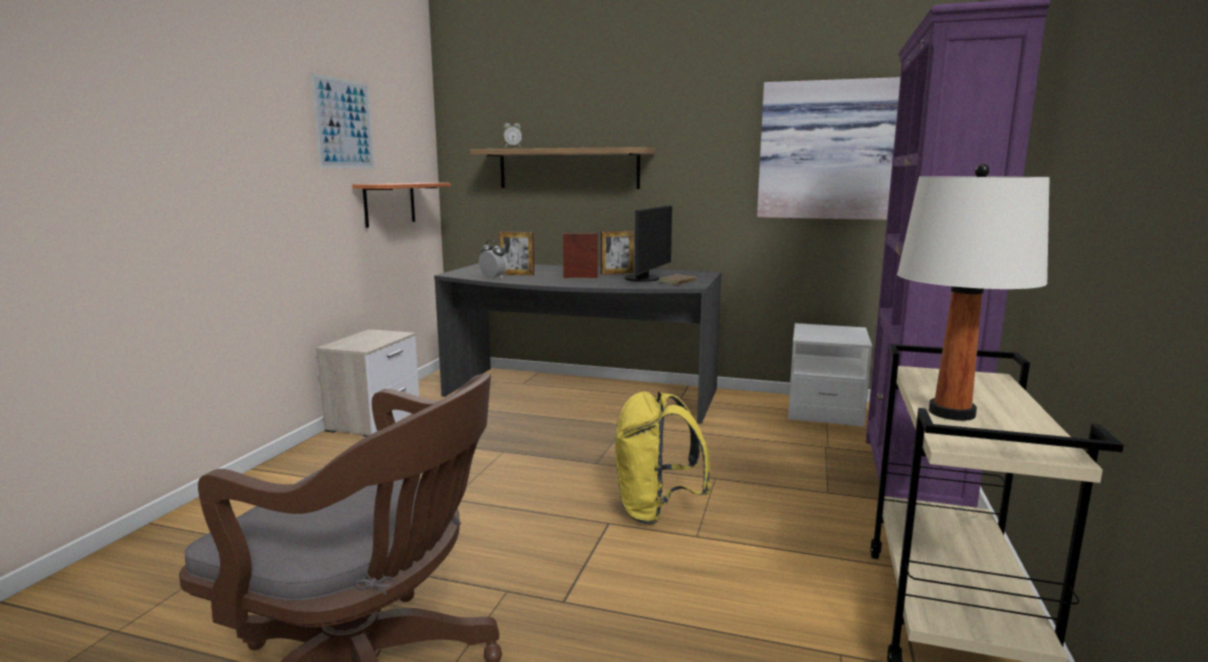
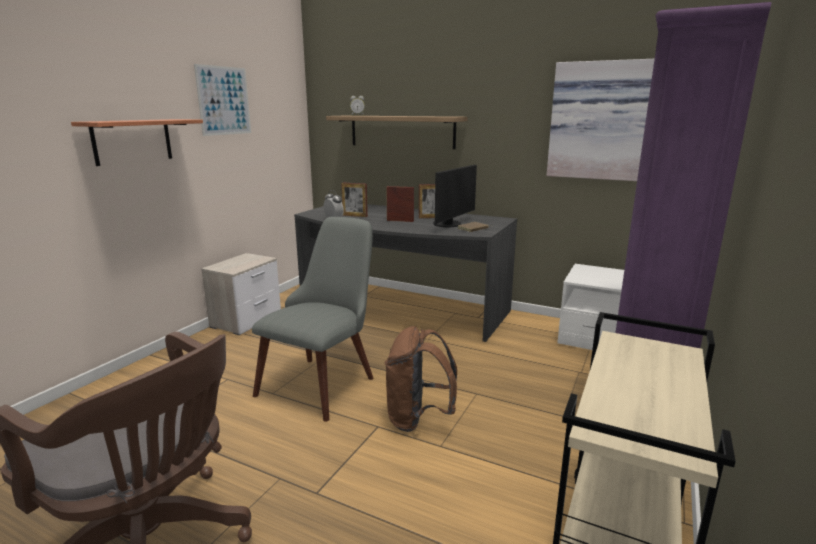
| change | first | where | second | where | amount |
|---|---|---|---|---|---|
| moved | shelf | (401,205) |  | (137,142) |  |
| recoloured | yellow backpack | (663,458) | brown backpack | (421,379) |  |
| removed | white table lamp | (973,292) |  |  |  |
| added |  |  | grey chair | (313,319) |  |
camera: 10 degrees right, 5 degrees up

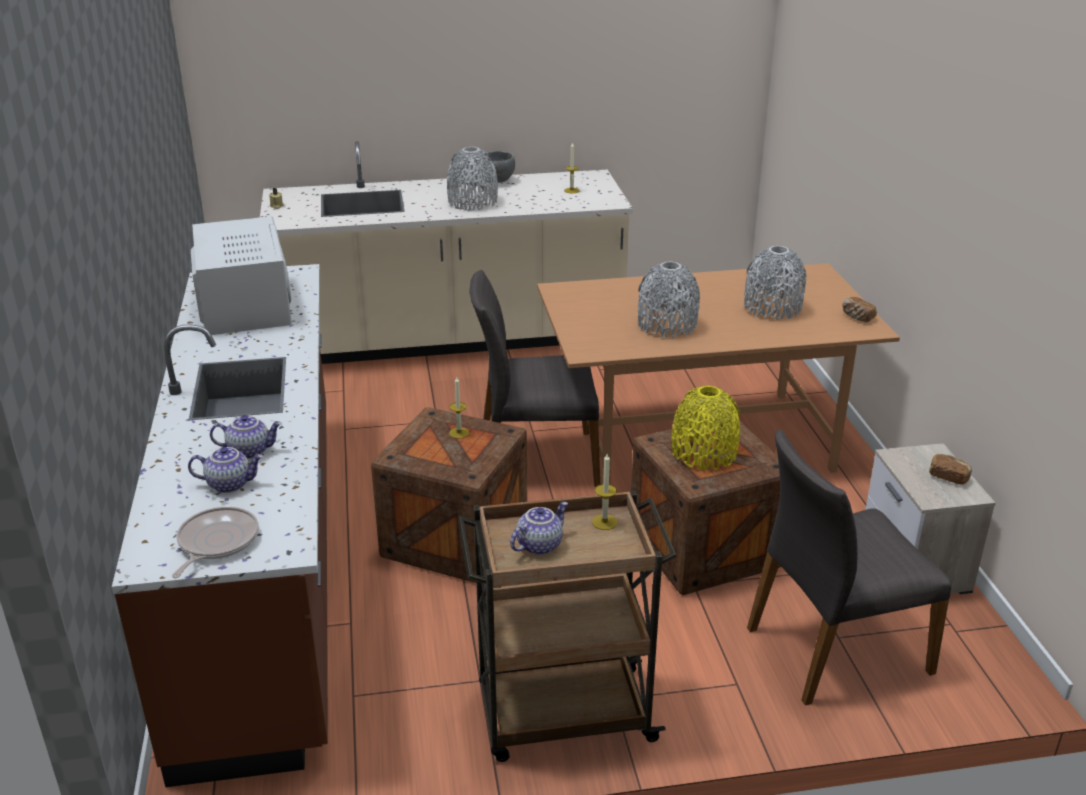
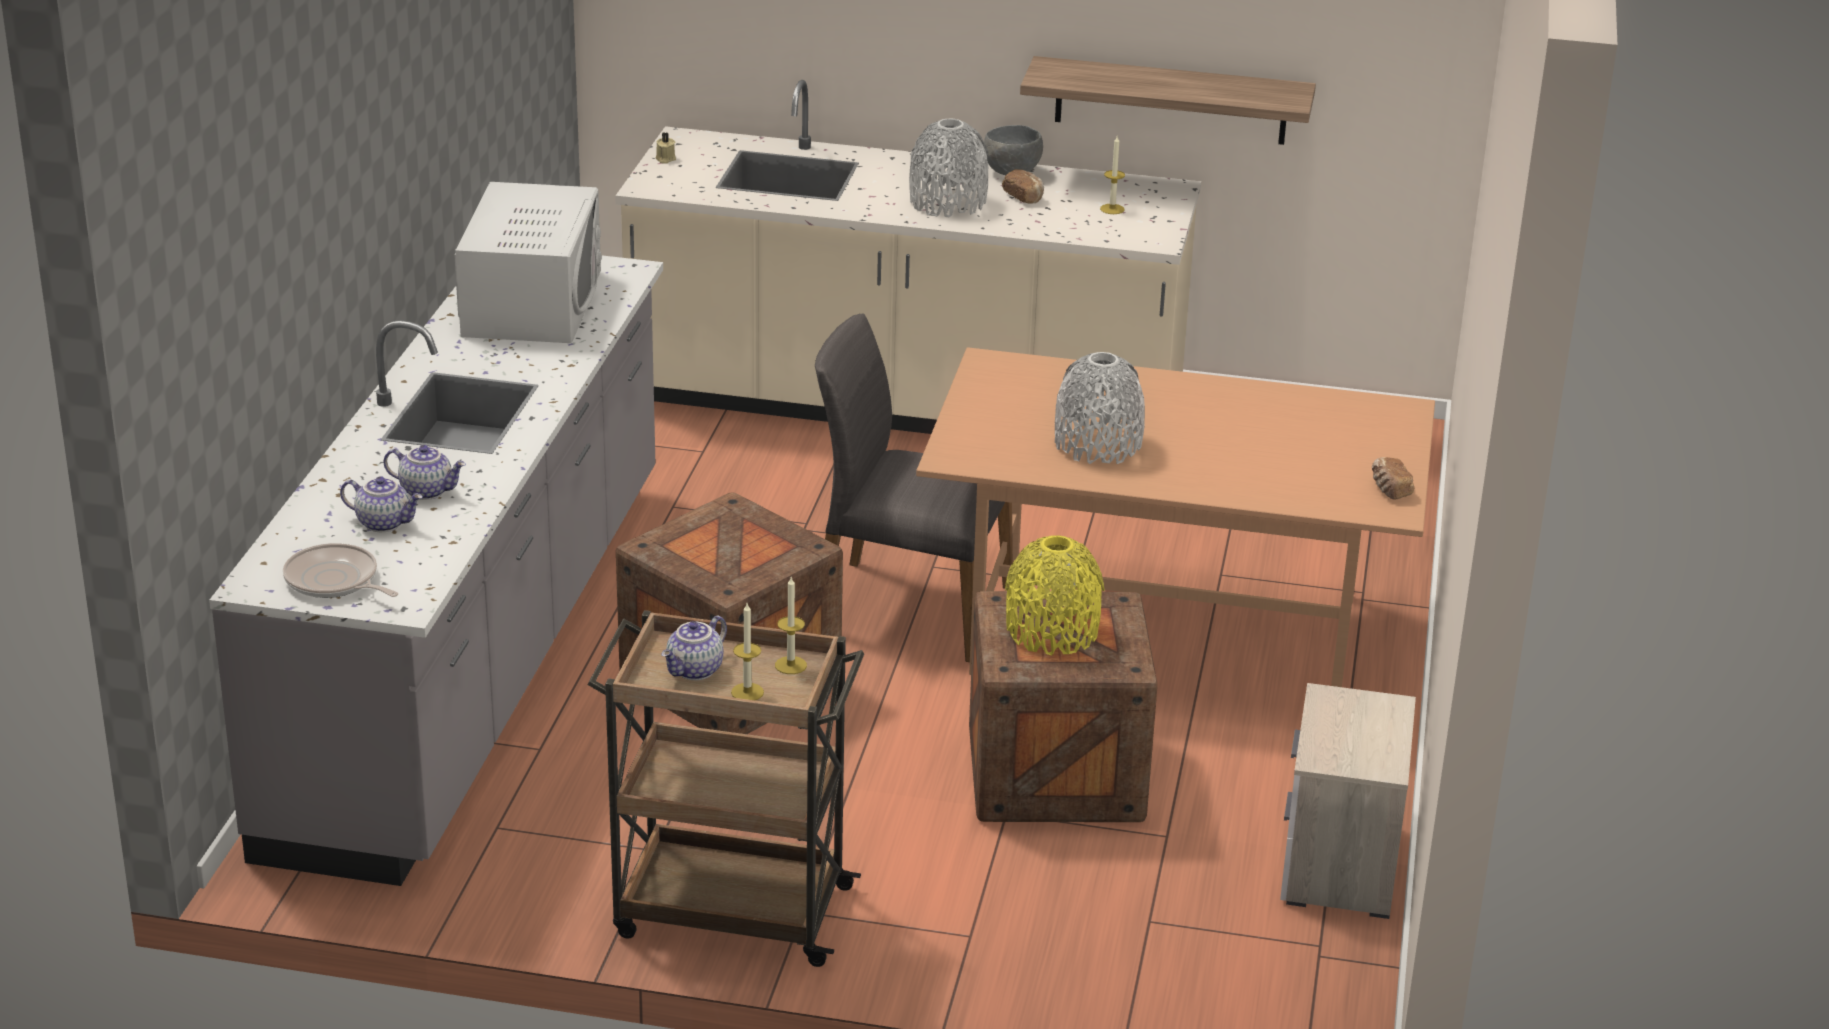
| change | first | where | second | where | amount |
|---|---|---|---|---|---|
| recoloured | brown counter | (220,525) | grey counter | (436,570) |  |
| turned | frying pan | (215,542) |  | (340,570) | 90 degrees counterclockwise |
| moved | candle | (459,408) |  | (747,651) |  |
| turned | teapot | (539,528) |  | (694,647) | 150 degrees clockwise |
| removed | grey vase | (775,283) |  |  |  |
| removed | grey chair | (849,567) |  |  |  |
| moved | bread | (950,469) |  | (1023,186) |  |
| added |  |  | shelf | (1168,100) |  |
camera: 20 degrees right, 0 degrees up

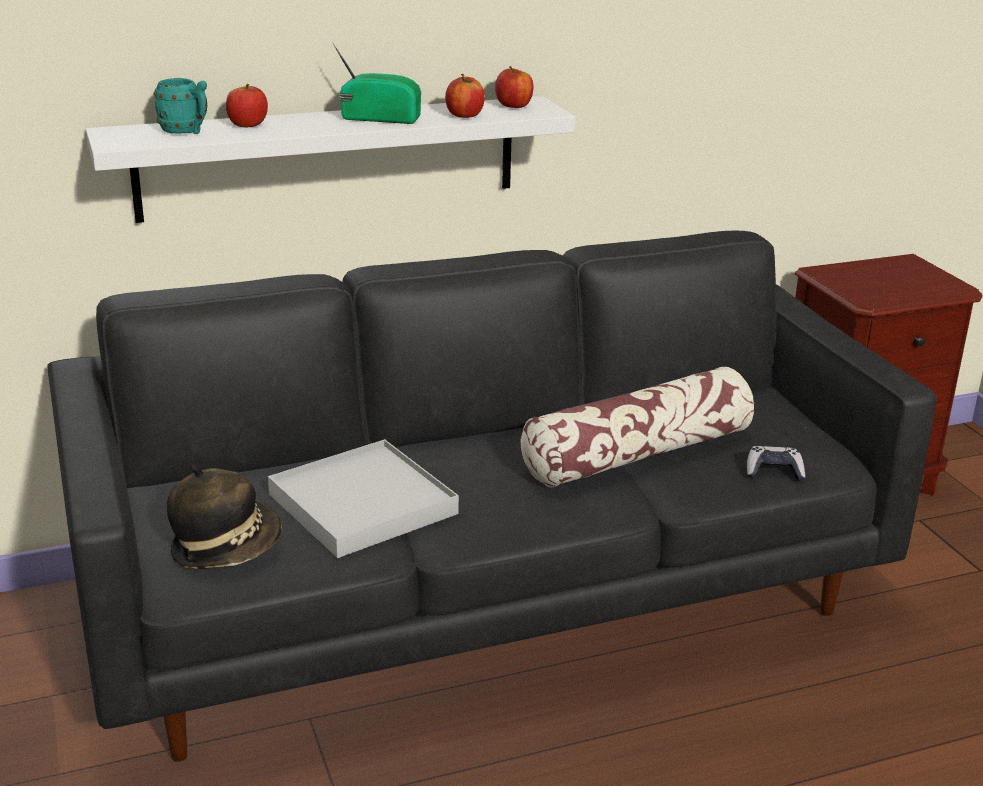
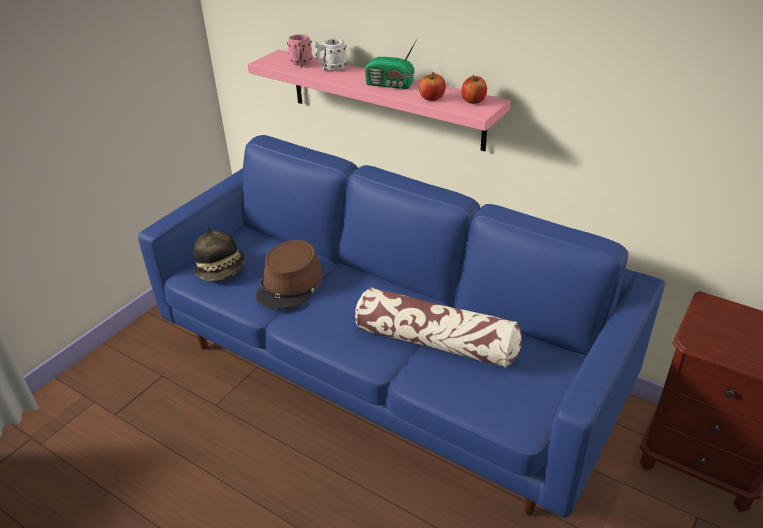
| change | first | where | second | where | amount |
|---|---|---|---|---|---|
| recoloured | black sofa | (492,496) | blue sofa | (401,326) |  |
| recoloured | white shelf | (330,159) | pink shelf | (379,101) |  |
| recoloured | turquoise mug | (180,106) | pink mug | (300,50) |  |
| replaced | apple | (247,105) | white mug | (330,55) |  |
| replaced | white tray | (363,498) | brown hat | (289,274) |  |
| turned | radio | (376,83) |  | (391,64) | 135 degrees clockwise |
| removed | game controller | (775,463) |  |  |  |
camera: 55 degrees right, 10 degrees up

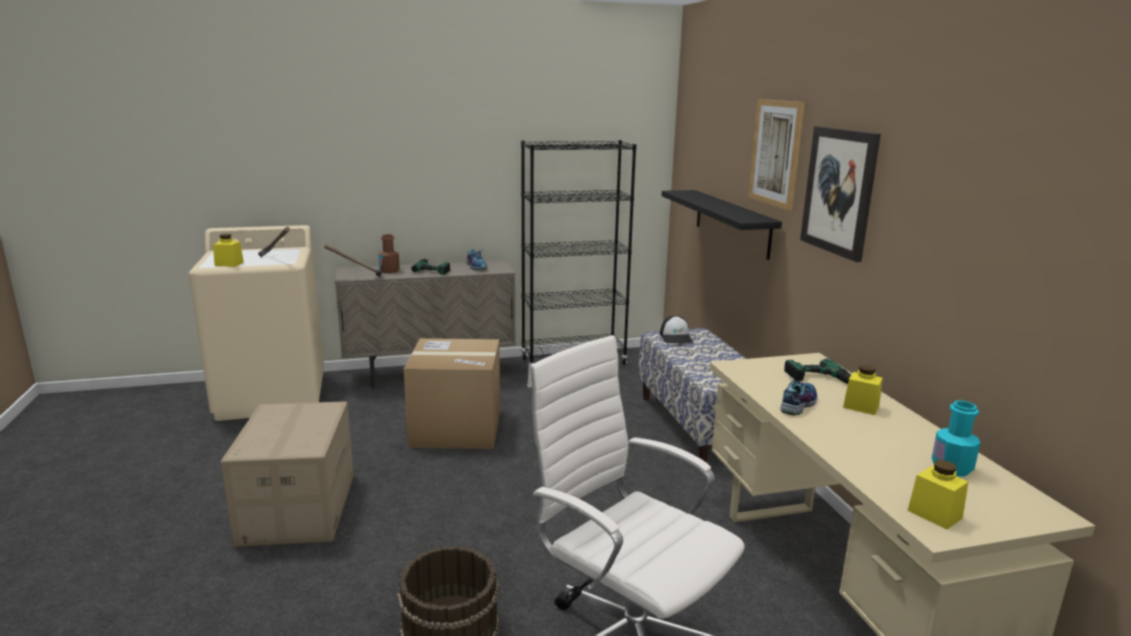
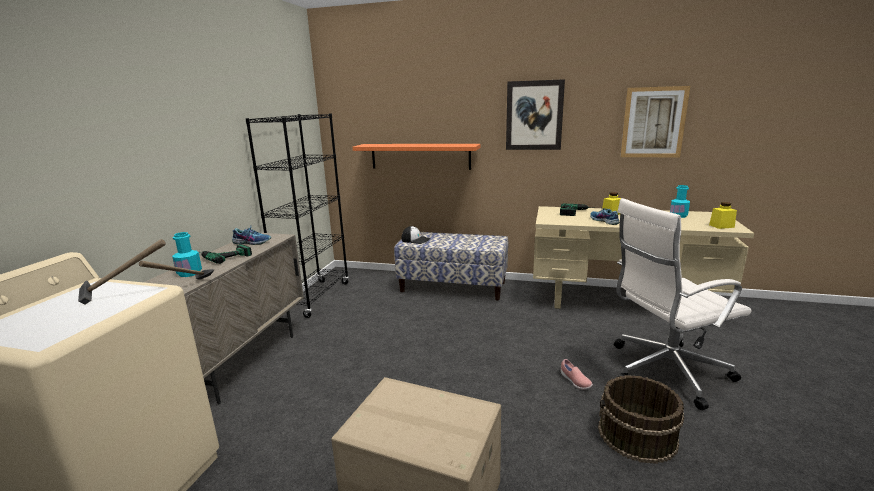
| change | first | where | second | where | amount |
|---|---|---|---|---|---|
| removed | yellow jar | (228,250) |  |  |  |
| recoloured | brown bottle | (389,253) | turquoise bottle | (187,254) |  |
| removed | cardboard box | (452,393) |  |  |  |
| recoloured | black shelf | (722,225) | orange shelf | (417,157) |  |
| moved | picture | (776,155) |  | (655,121) |  |
| added |  |  | pink shoe | (577,374) |  |
camera: 60 degrees left, 0 degrees up

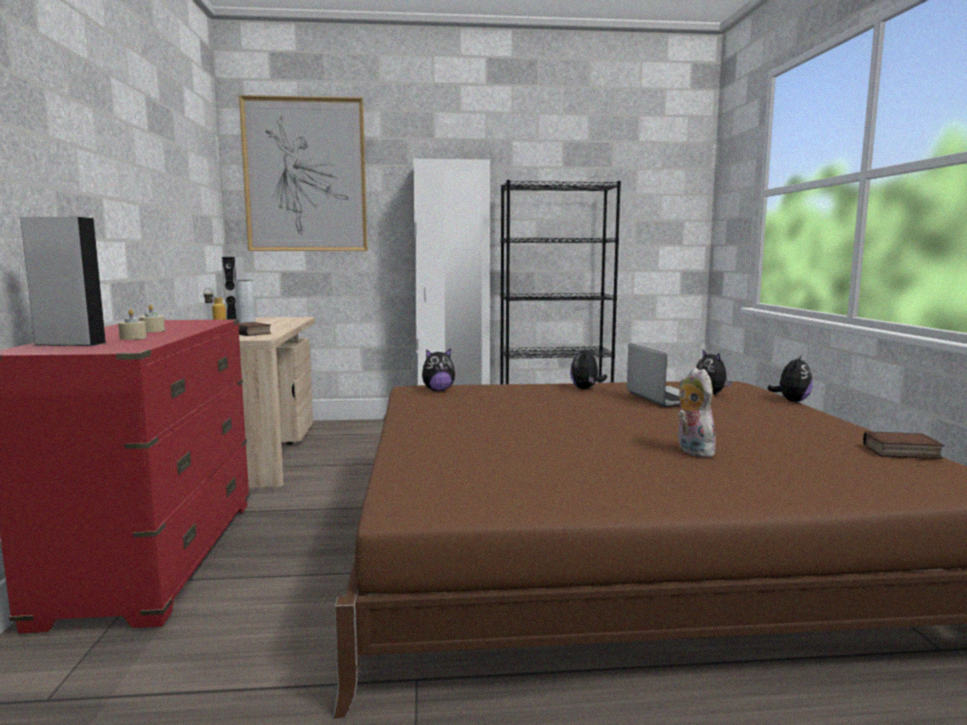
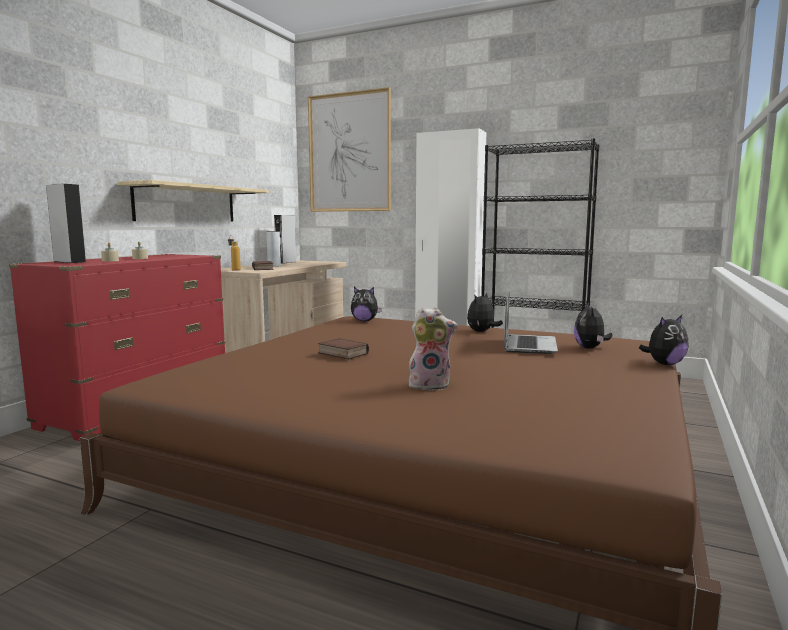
| change | first | where | second | where | amount |
|---|---|---|---|---|---|
| turned | plush toy | (697,412) |  | (433,348) | 75 degrees clockwise |
| moved | book | (903,445) |  | (343,349) |  |
| added |  |  | shelf | (193,201) |  |
camera: 30 degrees right, 0 degrees up

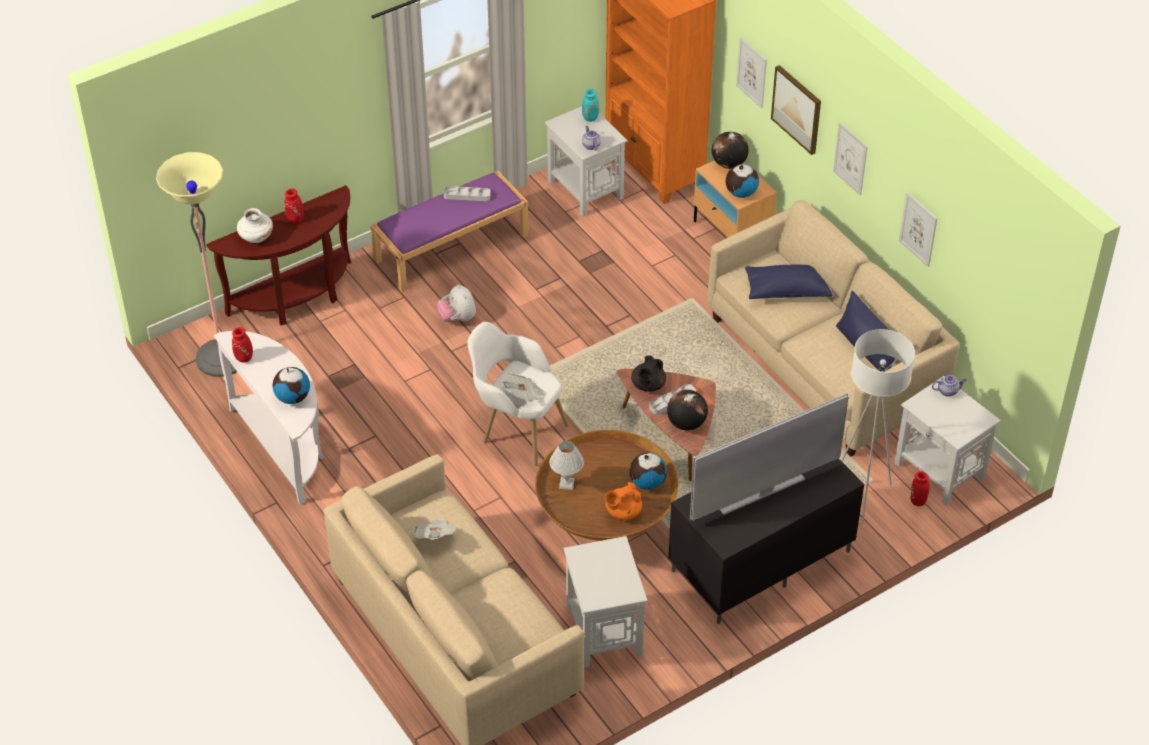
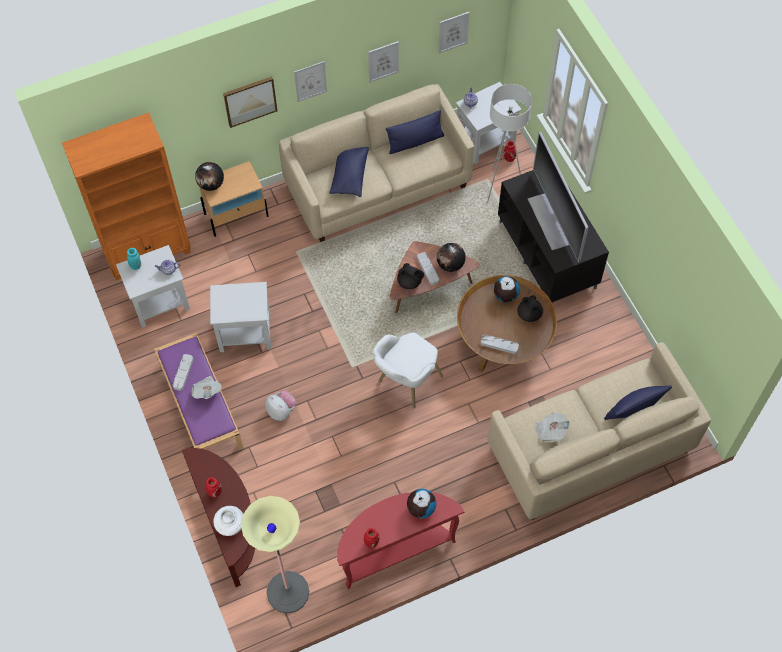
| change | first | where | second | where | amount |
|---|---|---|---|---|---|
| recoloured | white console table | (268,418) | red console table | (400,540) |  |
| turned | plush toy | (456,303) |  | (281,406) | 120 degrees counterclockwise |
| moved | newspaper | (523,387) |  | (206,387) |  |
| replaced | white table lamp | (566,465) | grey tray | (500,344) |  |
| moved | white side table | (605,602) |  | (241,317) |  |
| recoloured | orange teapot | (623,501) | black teapot | (530,308) |  |
| removed | globe | (742,181) |  |  |  |
| moved | picture | (751,72) |  | (454,33) |  |
| added |  |  | blue pillow | (638,402) |  |
camera: 80 degrees left, 15 degrees up

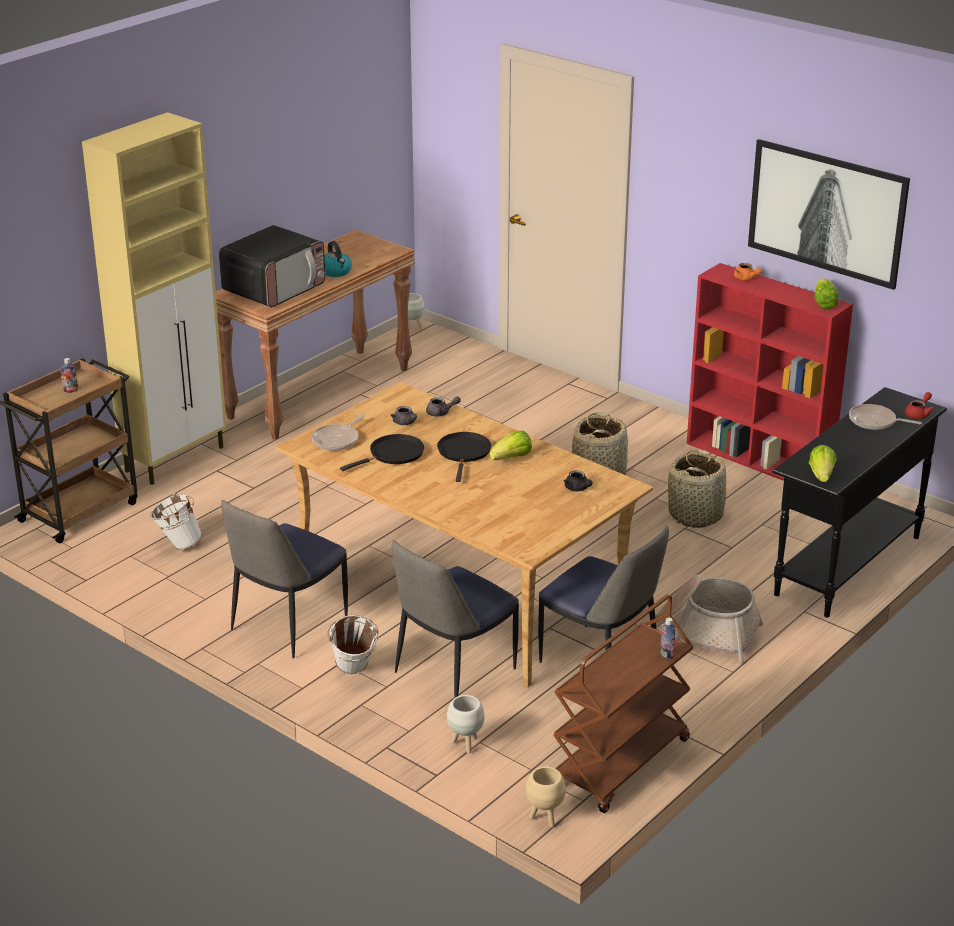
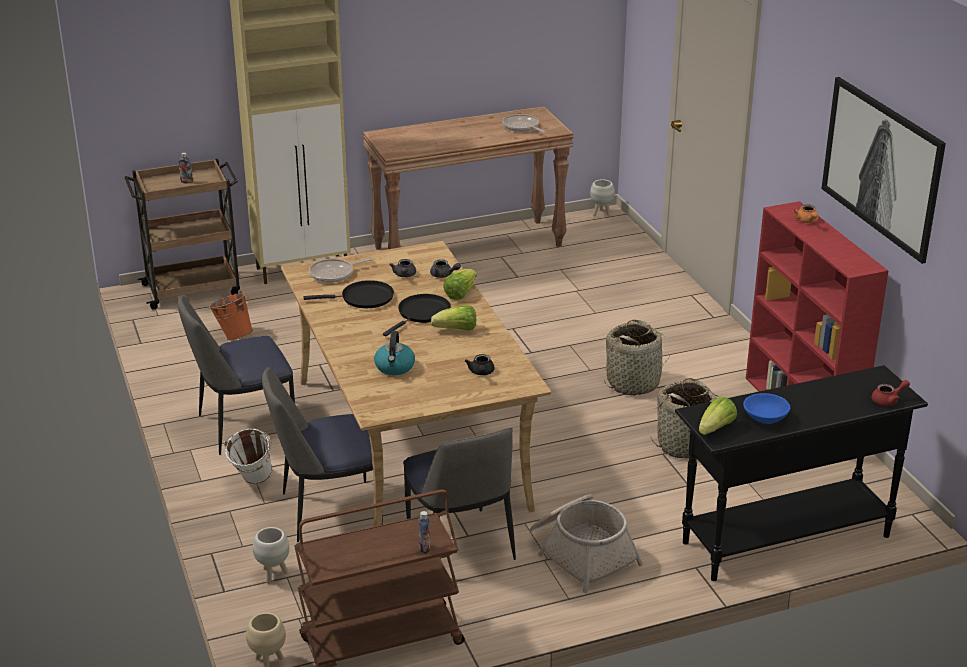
| change | first | where | second | where | amount |
|---|---|---|---|---|---|
| recoloured | white bucket | (176,521) | orange bucket | (231,315) |  |
| removed | microwave | (272,266) |  |  |  |
| moved | kettle | (338,259) |  | (394,353) |  |
| moved | lettuce | (826,293) |  | (460,284) |  |
| moved | frying pan | (885,417) |  | (524,123) |  |
| added |  |  | blue bowl | (766,408) |  |
camera: 30 degrees right, 0 degrees up

